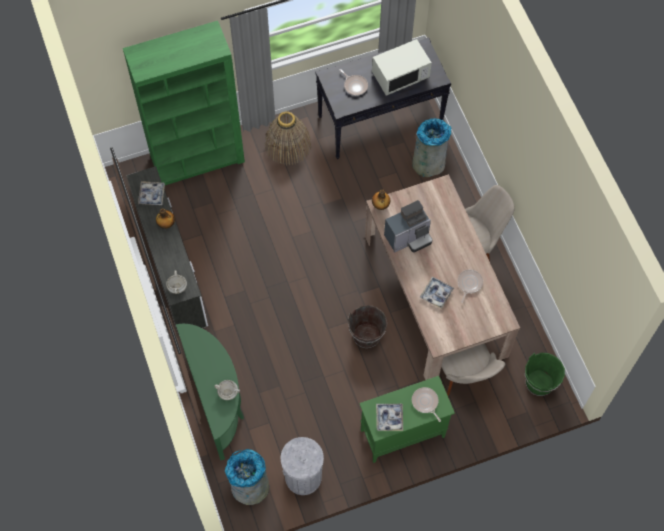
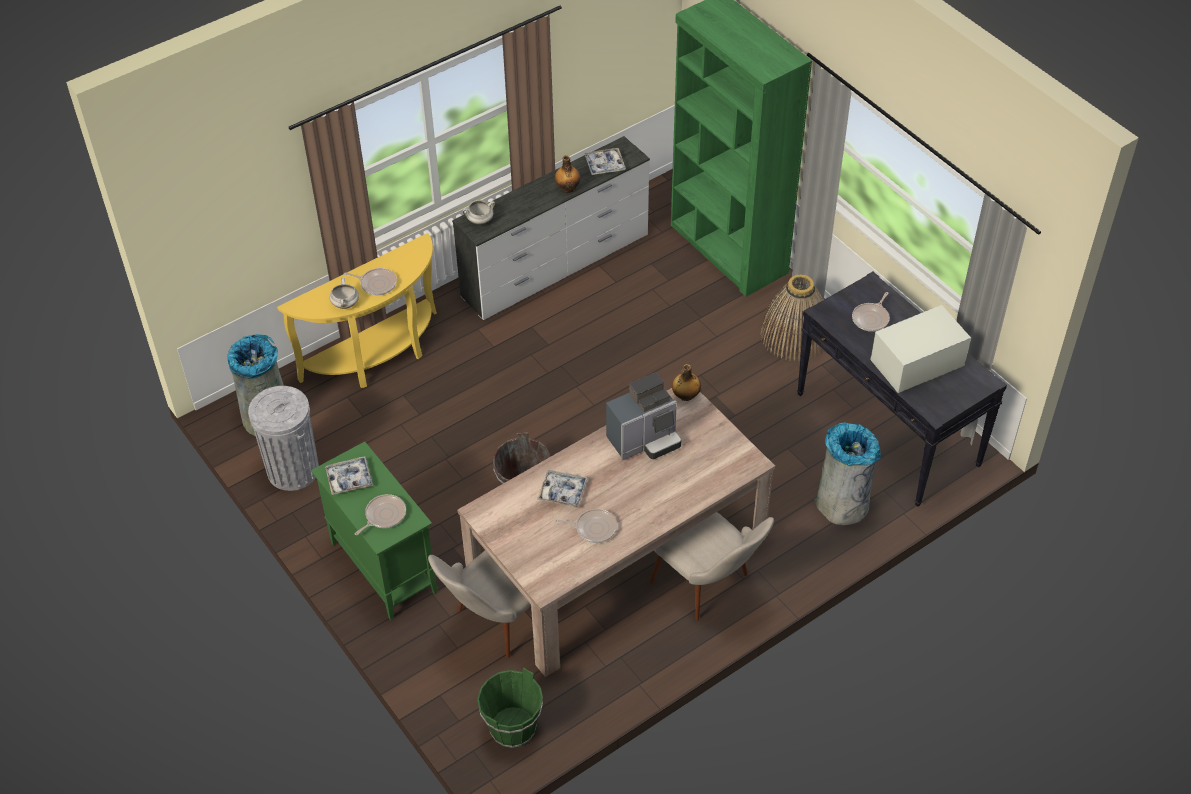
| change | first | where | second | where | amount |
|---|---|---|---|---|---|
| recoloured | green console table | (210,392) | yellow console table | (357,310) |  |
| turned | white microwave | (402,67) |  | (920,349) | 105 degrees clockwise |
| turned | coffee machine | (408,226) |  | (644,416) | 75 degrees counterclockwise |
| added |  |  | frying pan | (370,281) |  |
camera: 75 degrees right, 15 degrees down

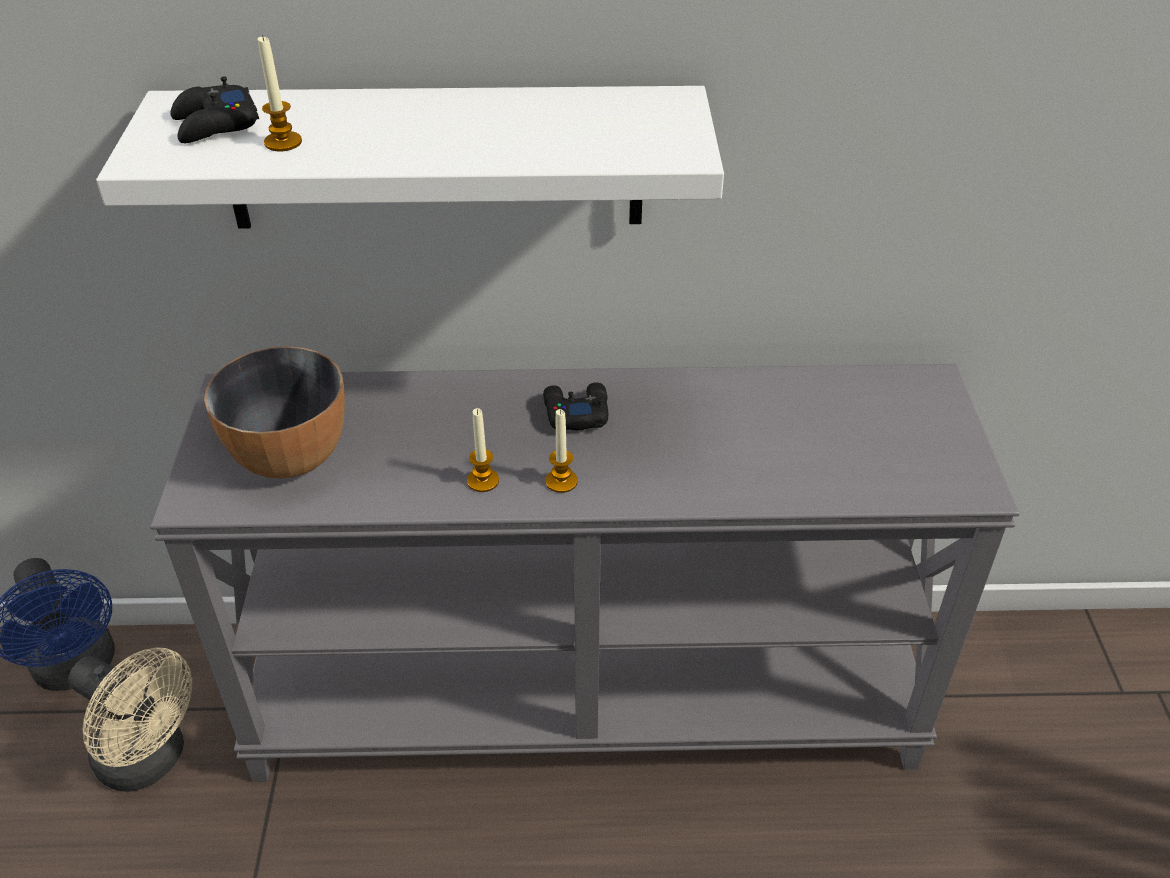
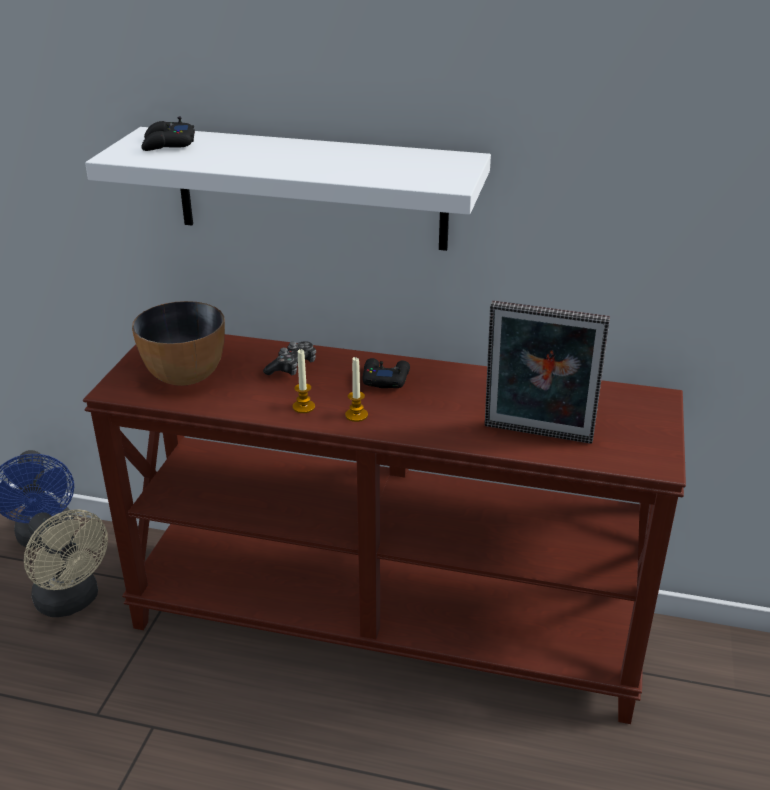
| change | first | where | second | where | amount |
|---|---|---|---|---|---|
| recoloured | grey console table | (585,573) | brown console table | (384,529) |  |
| removed | candle | (280,93) |  |  |  |
| added |  |  | game controller | (289,358) |  |
| added |  |  | picture frame | (547,372) |  |
camera: 15 degrees right, 10 degrees down

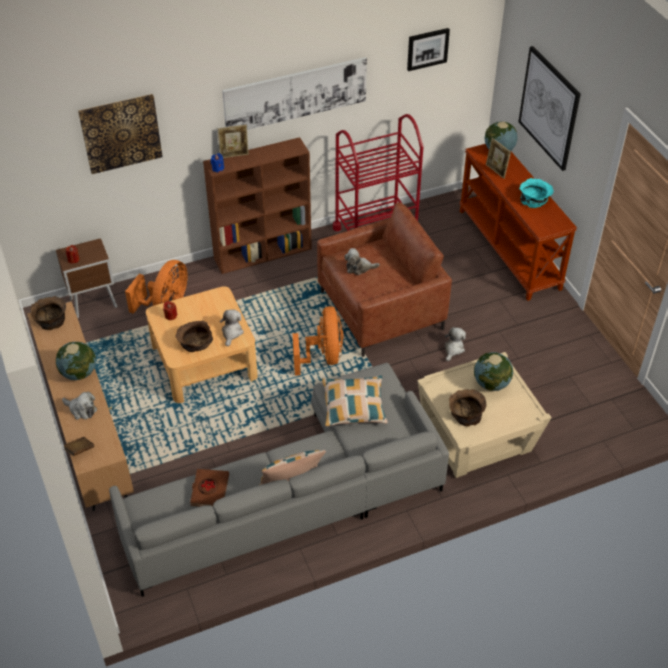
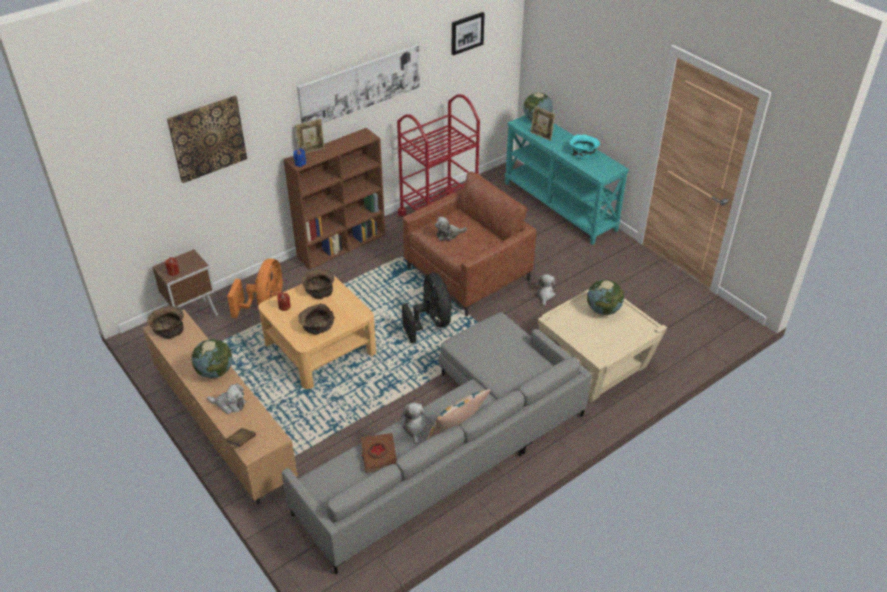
| change | first | where | second | where | amount |
|---|---|---|---|---|---|
| moved | plush toy | (232,328) |  | (413,423) |  |
| recoloured | orange fan | (318,341) | black fan | (426,308) |  |
| removed | pillow | (354,400) |  |  |  |
| moved | brown bowl | (468,407) |  | (318,284) |  |
| recoloured | brown console table | (518,222) | turquoise console table | (567,180) |  |
| removed | picture | (549,108) |  |  |  |
camera: 15 degrees left, 5 degrees down

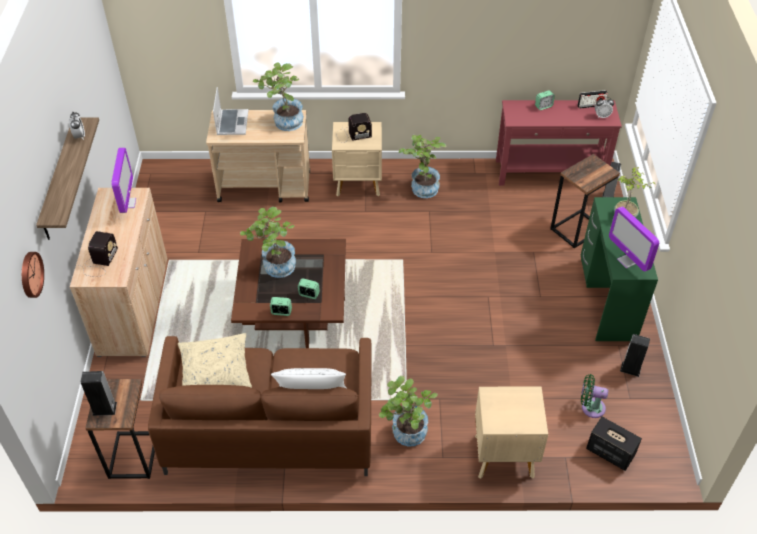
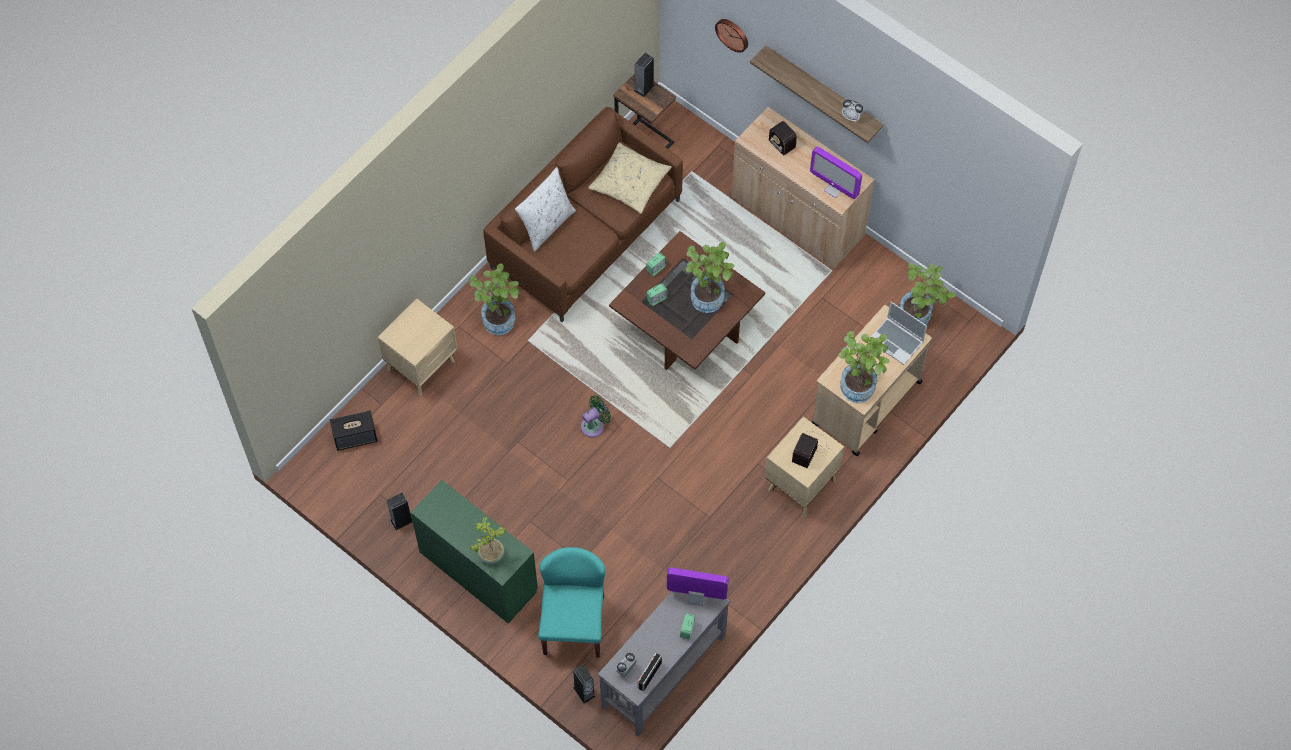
| change | first | where | second | where | amount |
|---|---|---|---|---|---|
| moved | potted plant | (422,166) |  | (927,294) |  |
| recoloured | red console table | (559,143) | grey console table | (664,664) |  |
| replaced | side table | (585,201) | turquoise chair | (571,602) |  |
| moved | green fan | (594,396) |  | (596,416) |  |
| moved | monitor | (634,239) |  | (698,586) |  |
camera: 130 degrees right, 15 degrees up

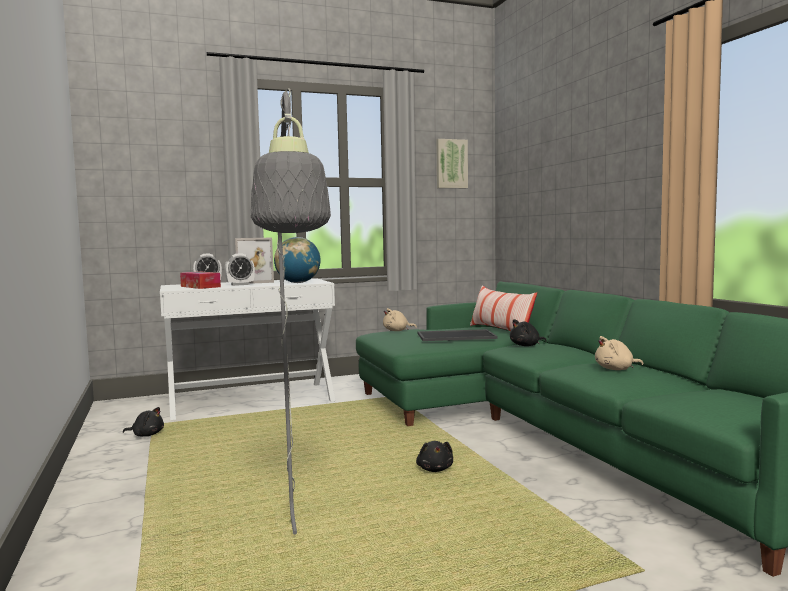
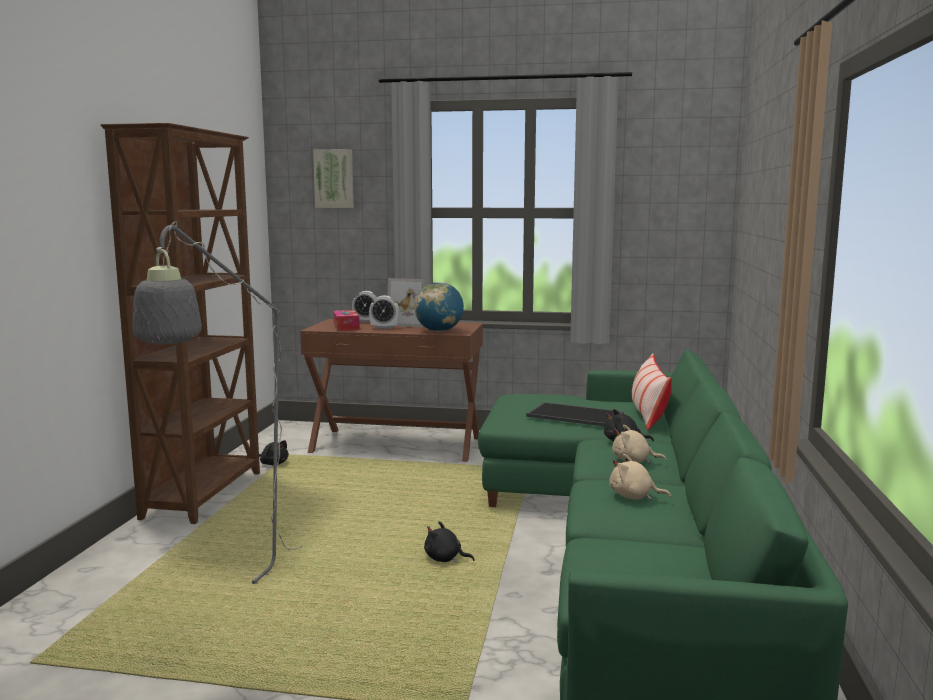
| change | first | where | second | where | amount |
|---|---|---|---|---|---|
| recoloured | white console table | (247,349) | brown console table | (391,390) |  |
| moved | beige plush toy | (400,319) |  | (639,444) |  |
| turned | black plush toy | (434,456) |  | (449,542) | 90 degrees clockwise |
| moved | picture | (452,163) |  | (333,178) |  |
| added |  |  | brown bookcase | (180,323) |  |
camera: 30 degrees right, 5 degrees up

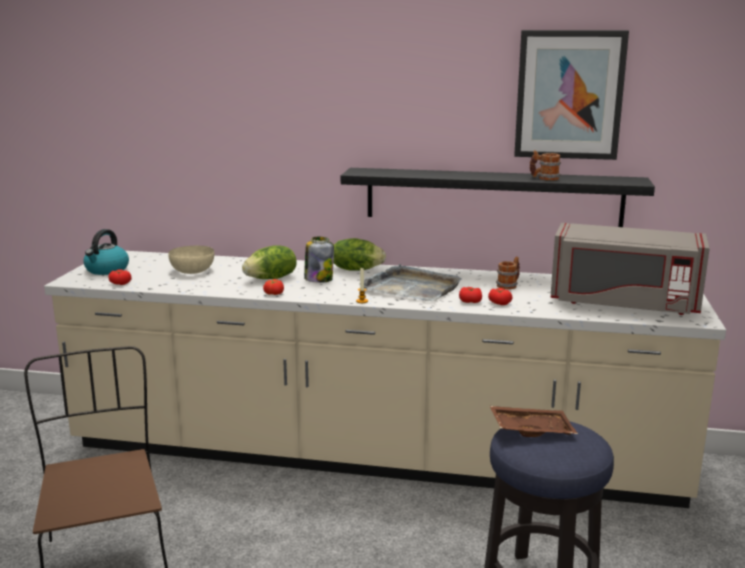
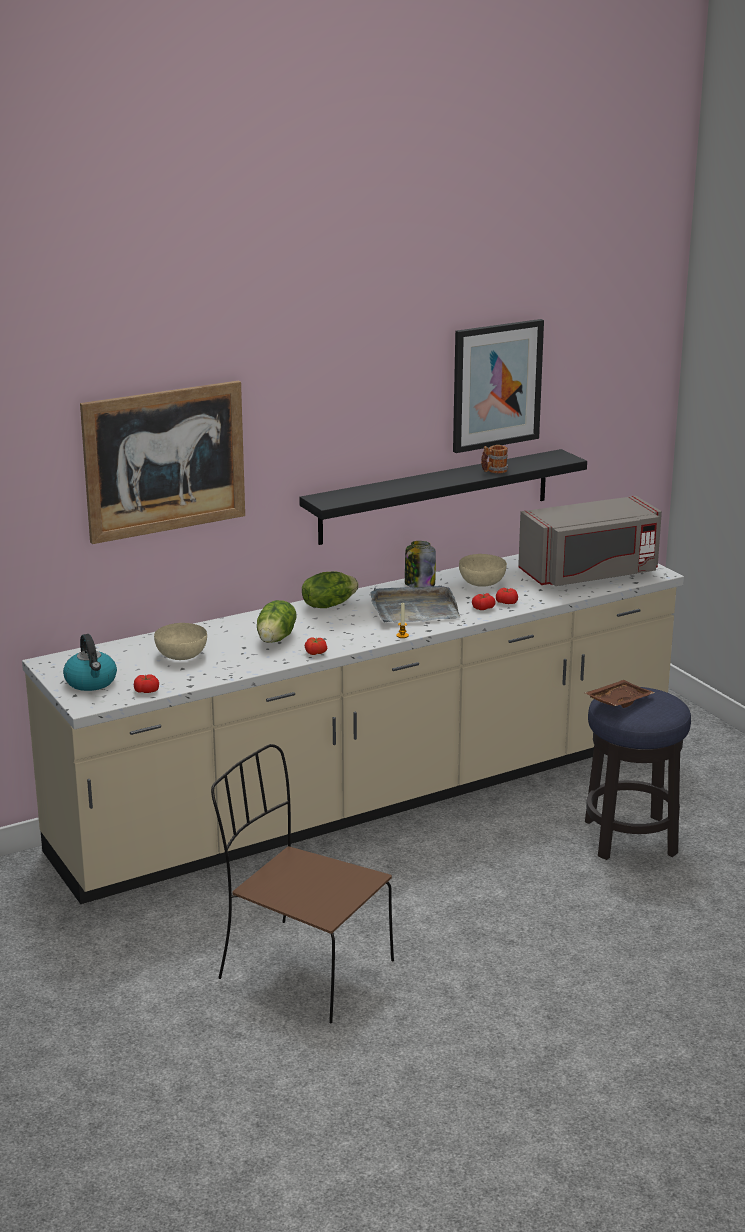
| change | first | where | second | where | amount |
|---|---|---|---|---|---|
| moved | jar | (319,260) |  | (420,564) |  |
| replaced | mug | (508,273) | beige bowl | (483,570) |  |
| added |  |  | picture | (162,462) |  |
camera: 40 degrees left, 5 degrees up

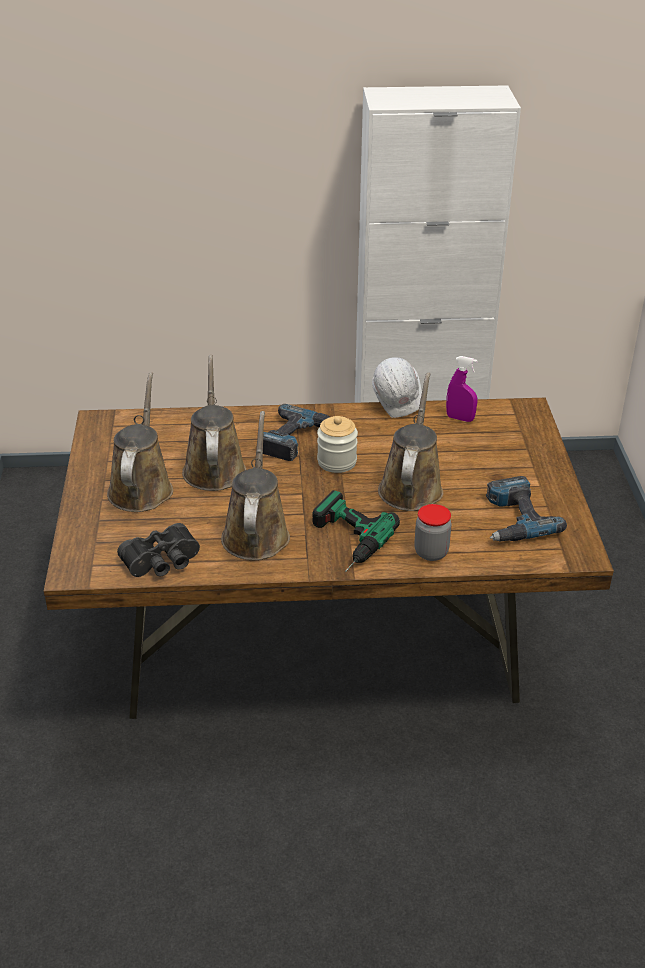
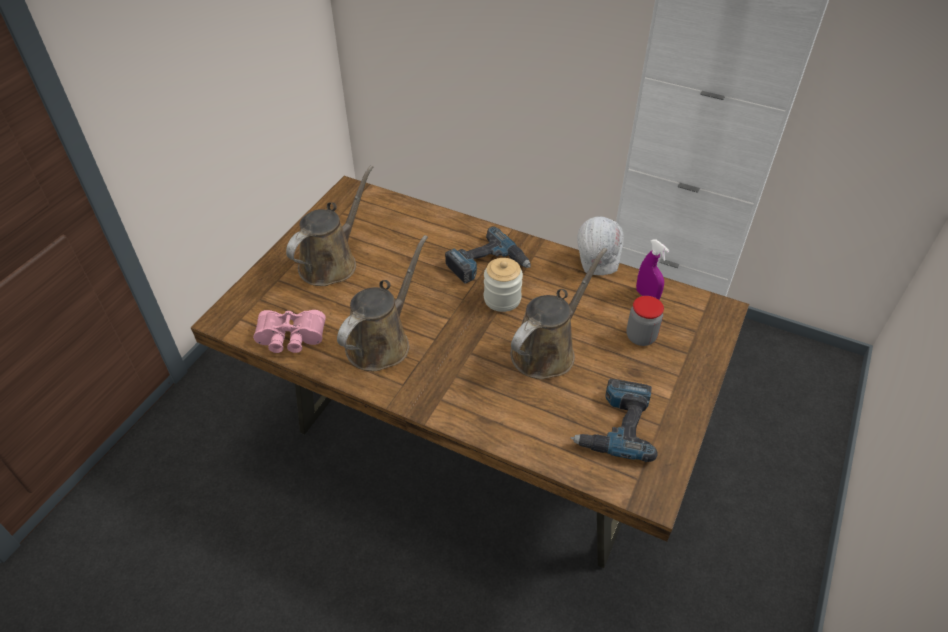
| change | first | where | second | where | amount |
|---|---|---|---|---|---|
| recoloured | black binoculars | (158,550) | pink binoculars | (289,331) |  |
| removed | brown watering can | (214,423) |  |  |  |
| removed | power drill | (356,531) |  |  |  |
| moved | jar | (433,532) |  | (645,321) |  |
camera: 30 degrees right, 10 degrees up

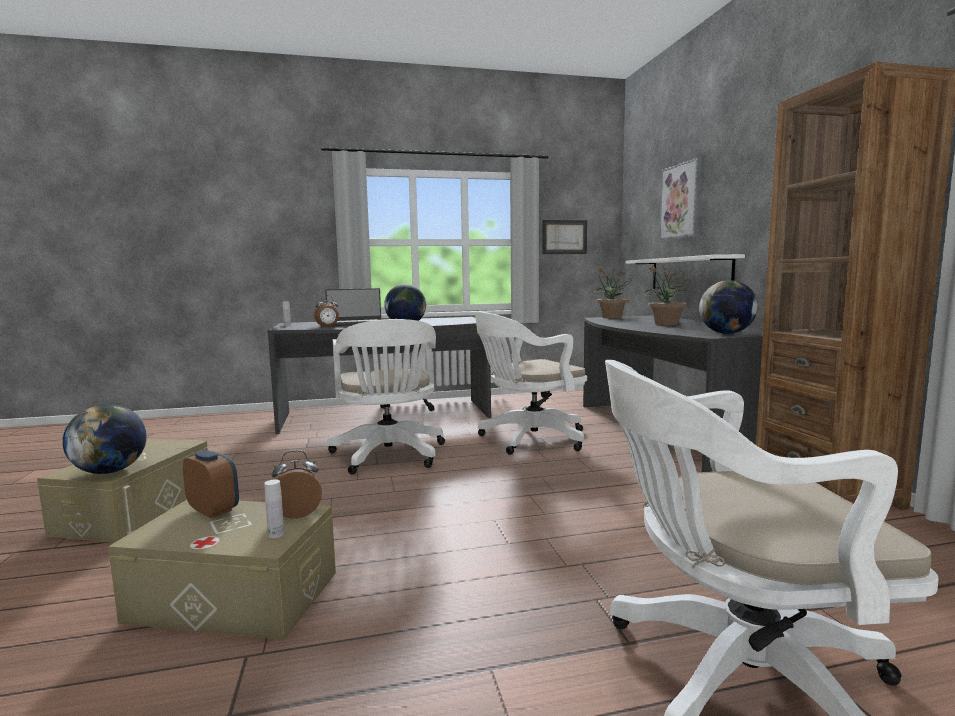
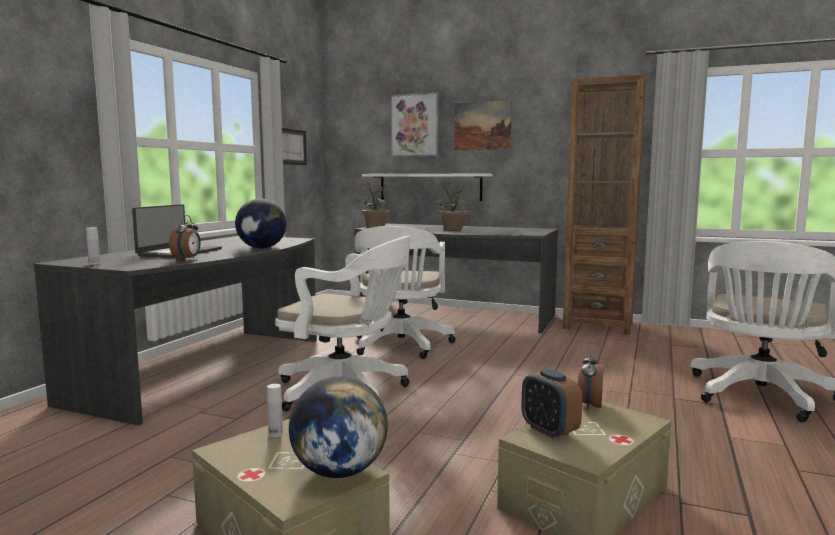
| change | first | where | second | where | amount |
|---|---|---|---|---|---|
| turned | alarm clock | (211,484) |  | (551,404) | 105 degrees counterclockwise |
| moved | white bottle | (274,508) |  | (275,410) |  |
| removed | globe | (728,307) |  |  |  |
| added |  |  | picture | (483,125) |  |
camera: 55 degrees left, 0 degrees up

